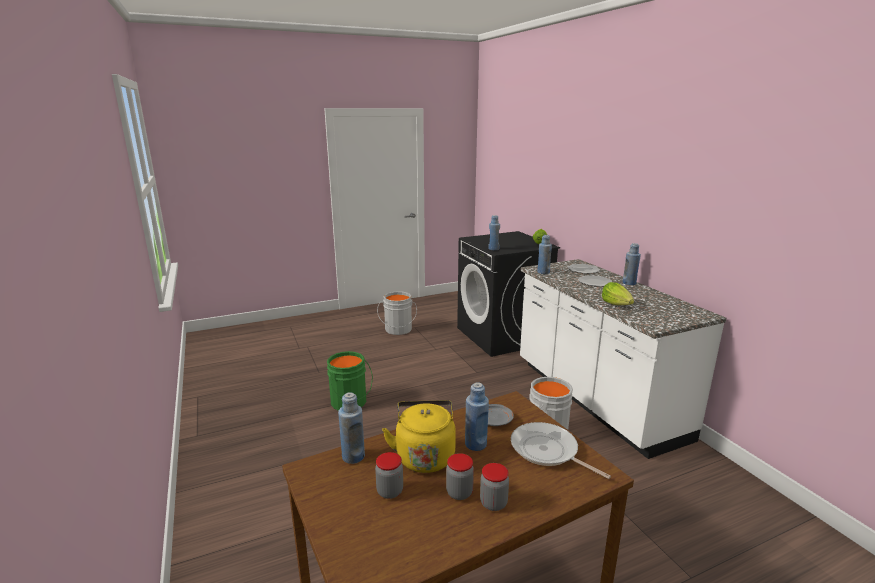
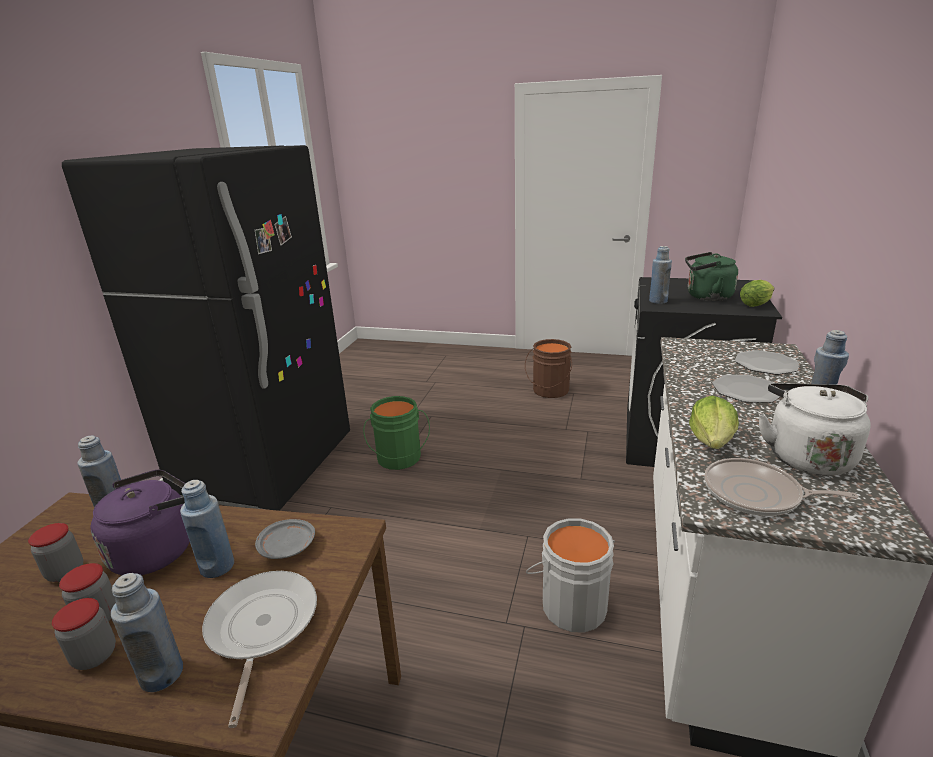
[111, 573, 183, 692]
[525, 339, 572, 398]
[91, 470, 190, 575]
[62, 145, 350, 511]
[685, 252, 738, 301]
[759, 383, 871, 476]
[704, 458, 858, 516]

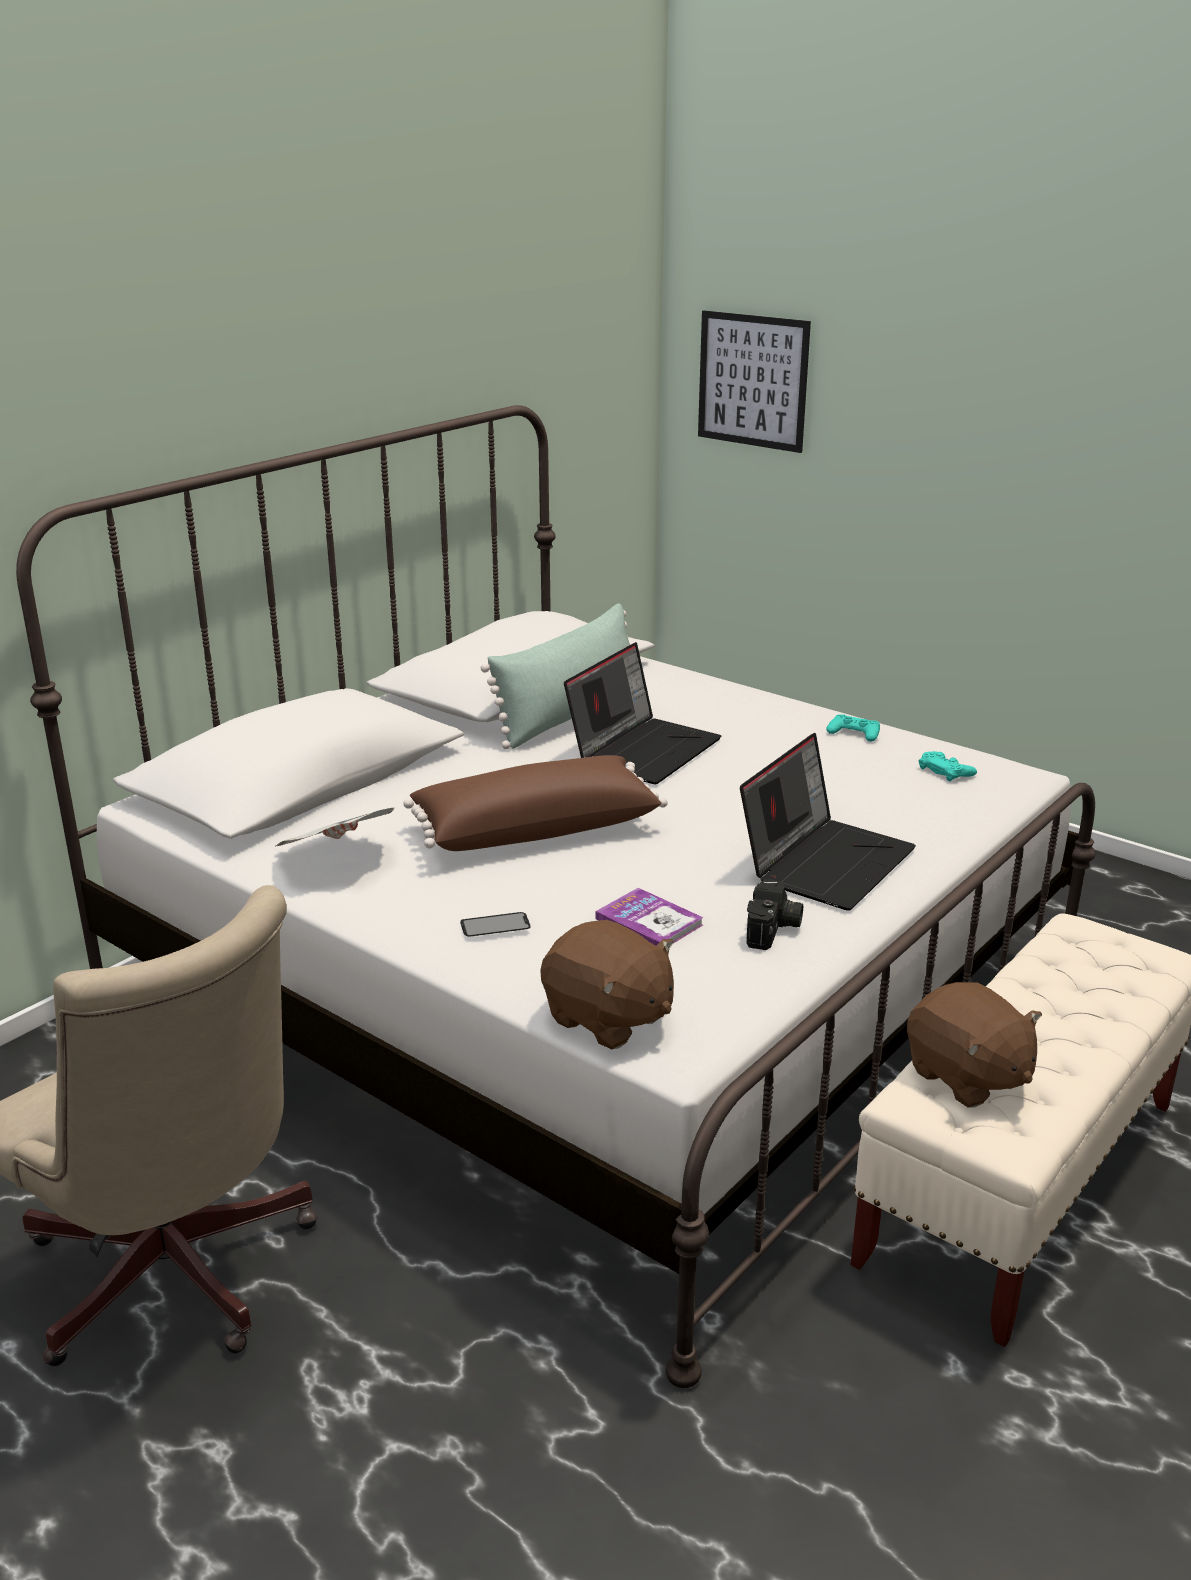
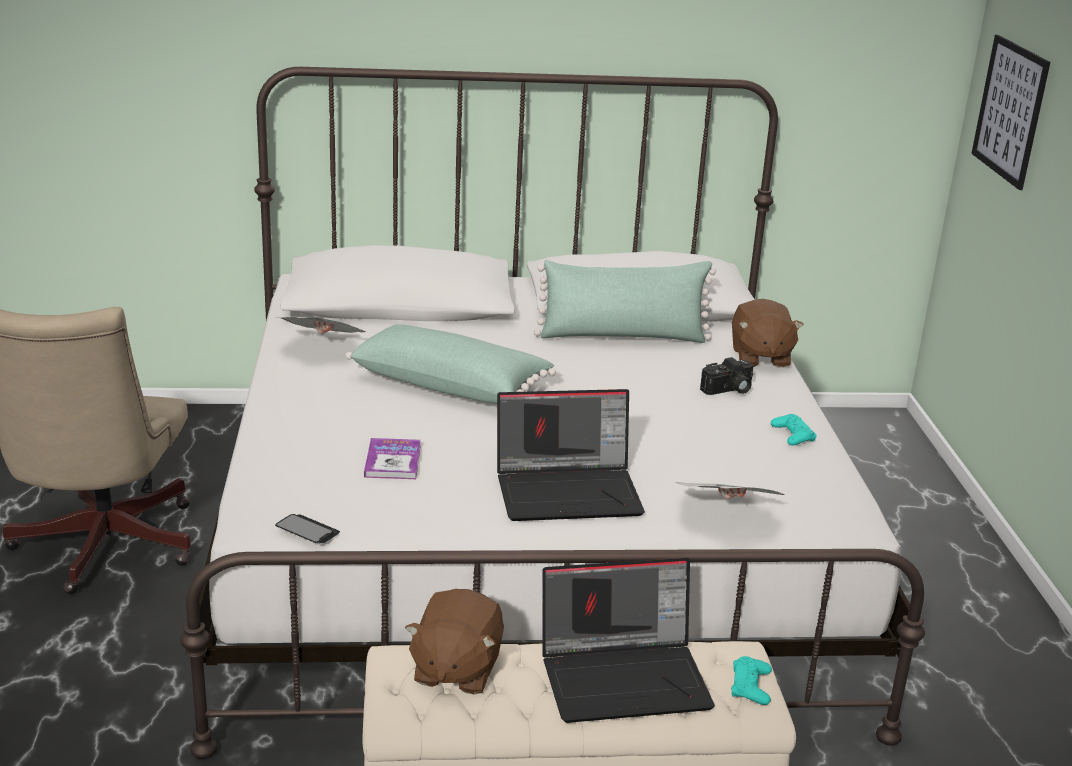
[542, 558, 715, 723]
[731, 656, 772, 705]
[345, 324, 556, 404]
[700, 357, 753, 395]
[275, 514, 340, 543]
[732, 299, 804, 367]
[675, 482, 784, 499]

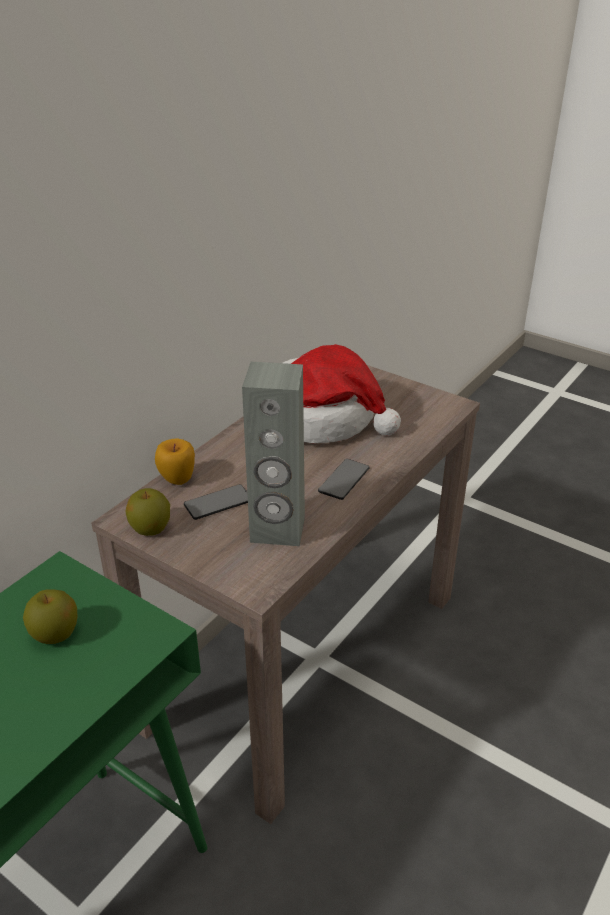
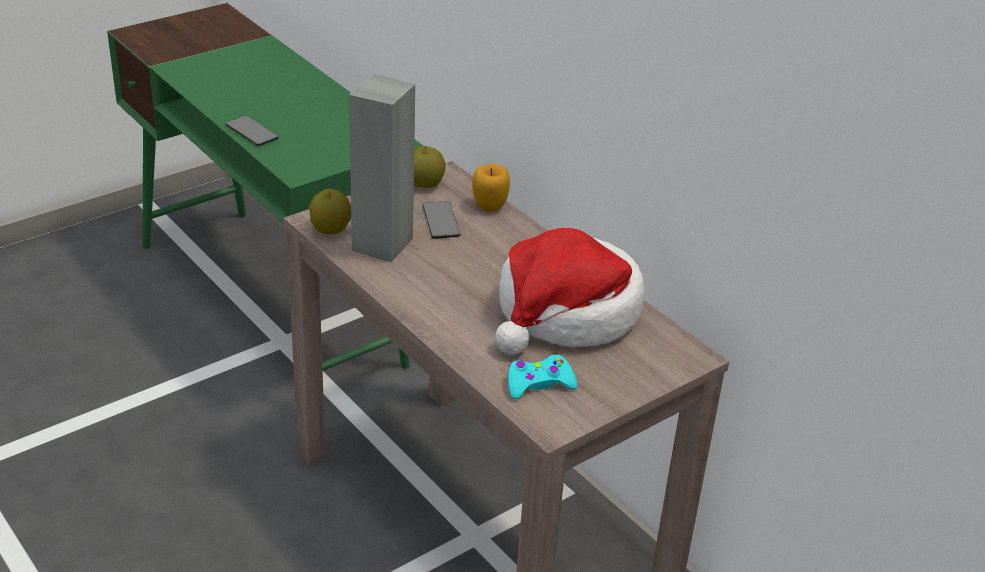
[225, 116, 279, 146]
[309, 189, 351, 235]
[508, 355, 577, 399]

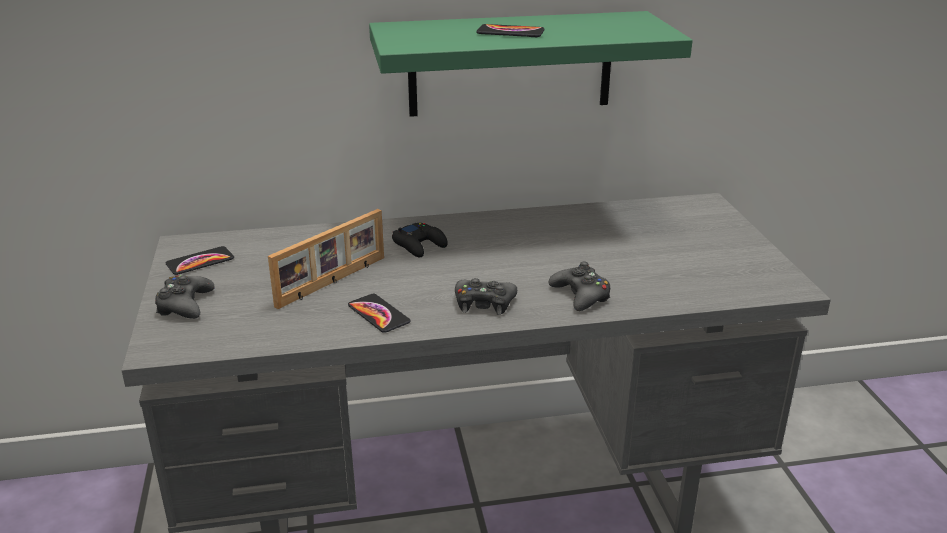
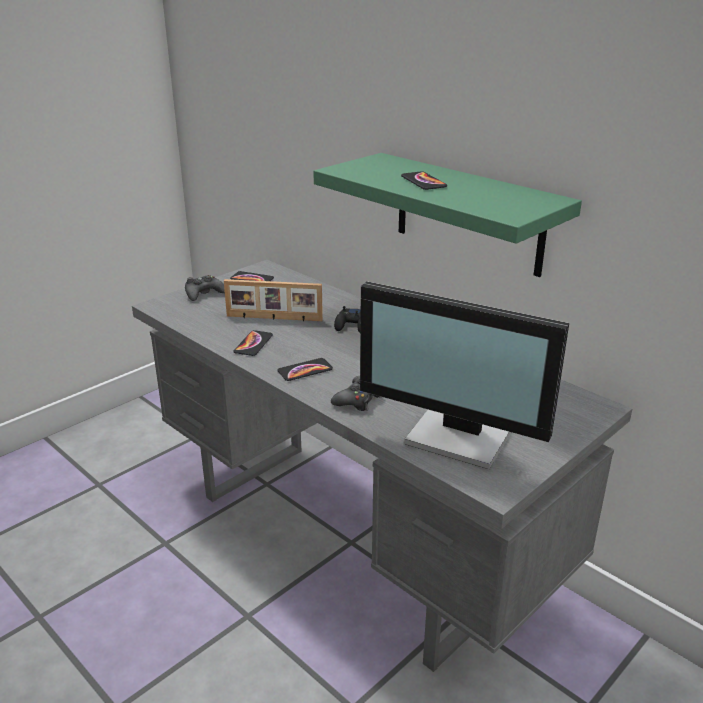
[278, 358, 333, 381]
[360, 281, 569, 469]

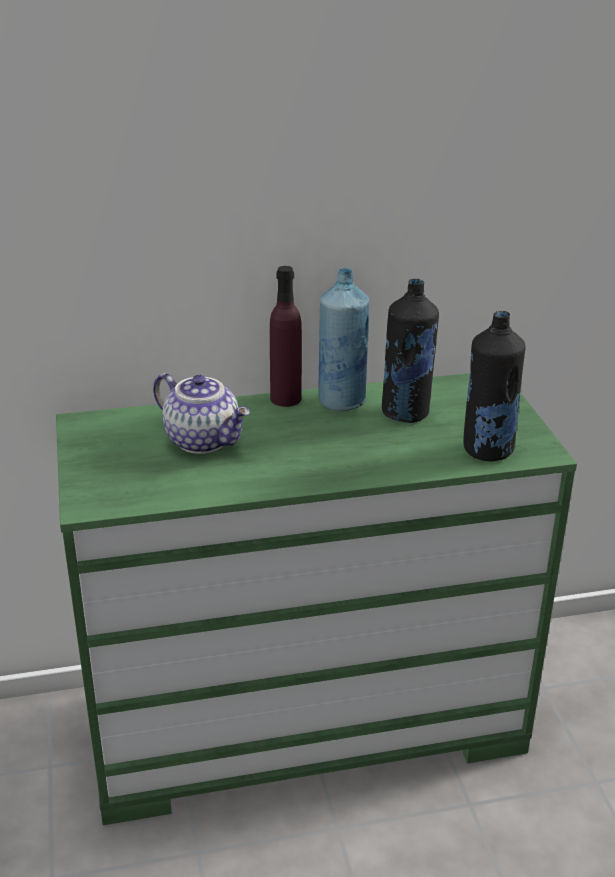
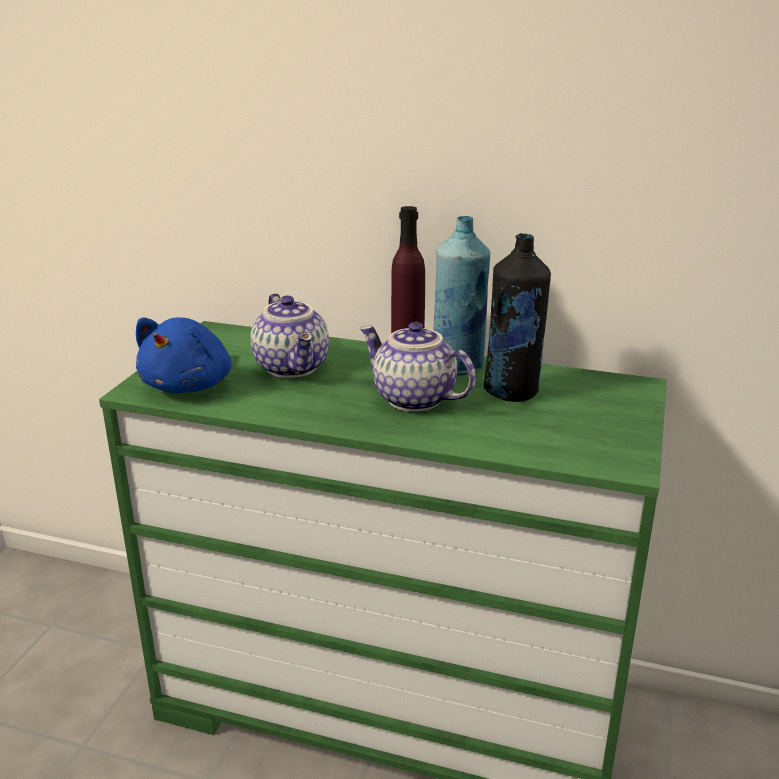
[463, 311, 526, 461] (first image)
[136, 317, 232, 393]
[359, 322, 476, 412]

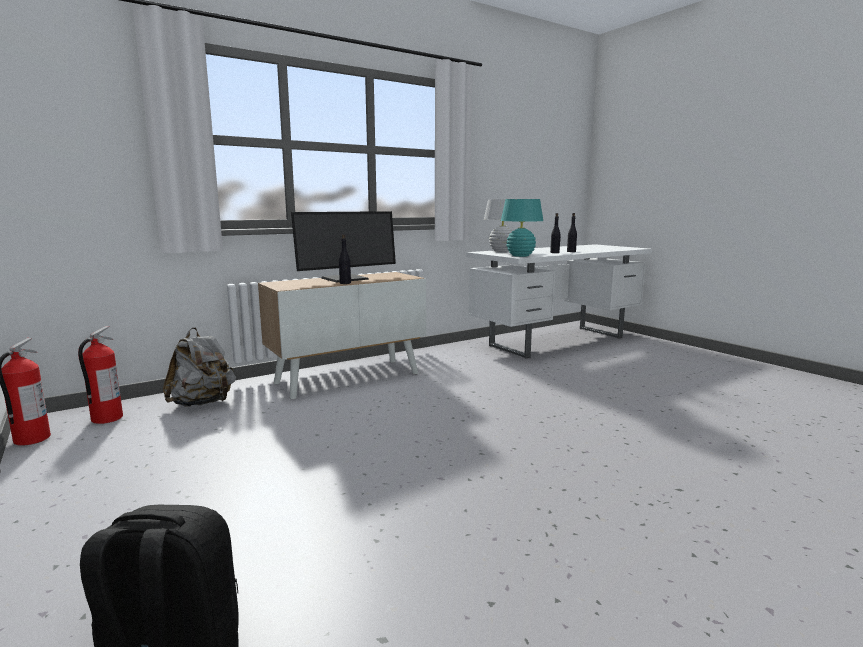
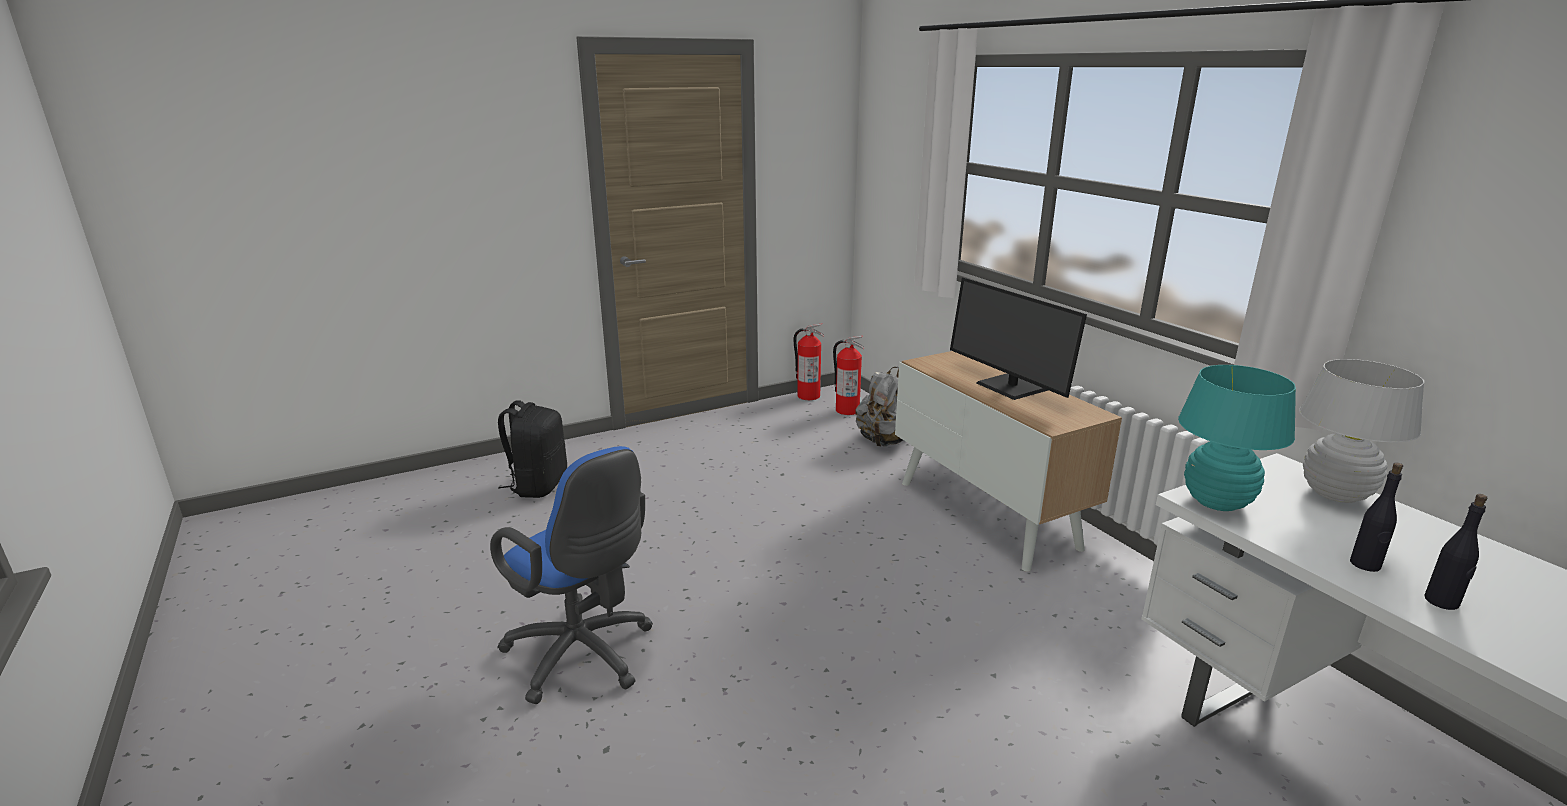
[339, 234, 351, 284] (first image)
[490, 446, 653, 704]

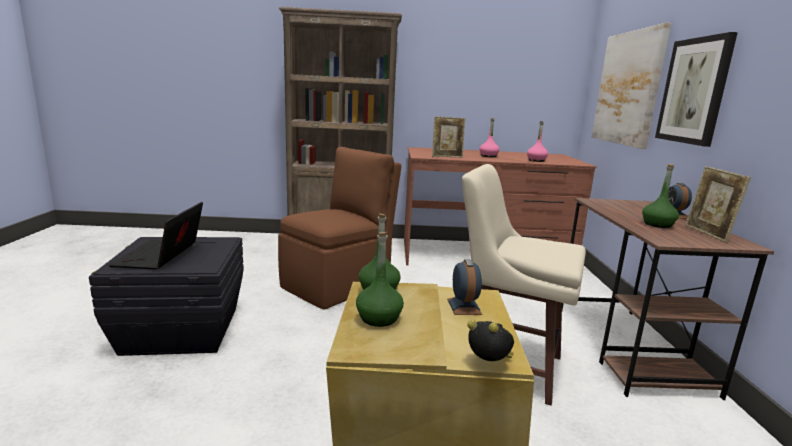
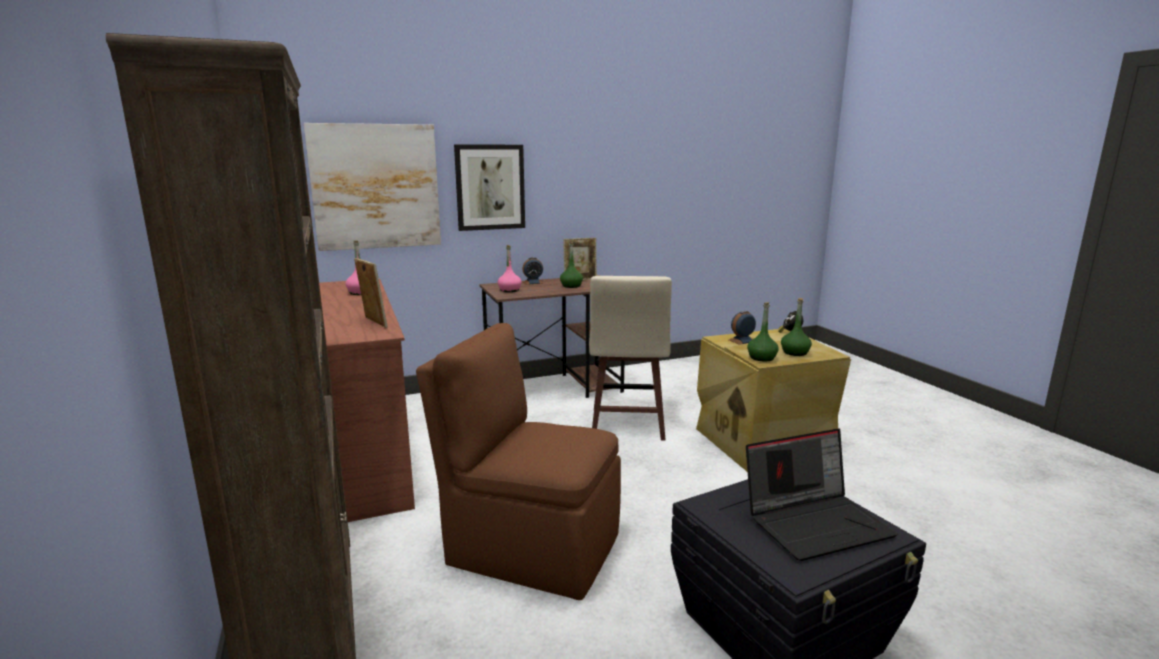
[498, 245, 522, 292]

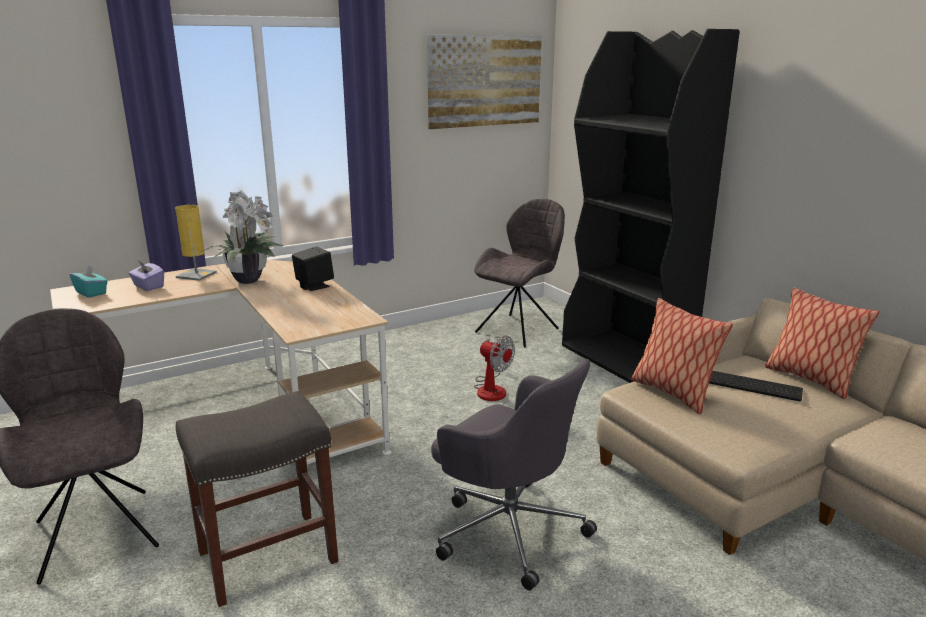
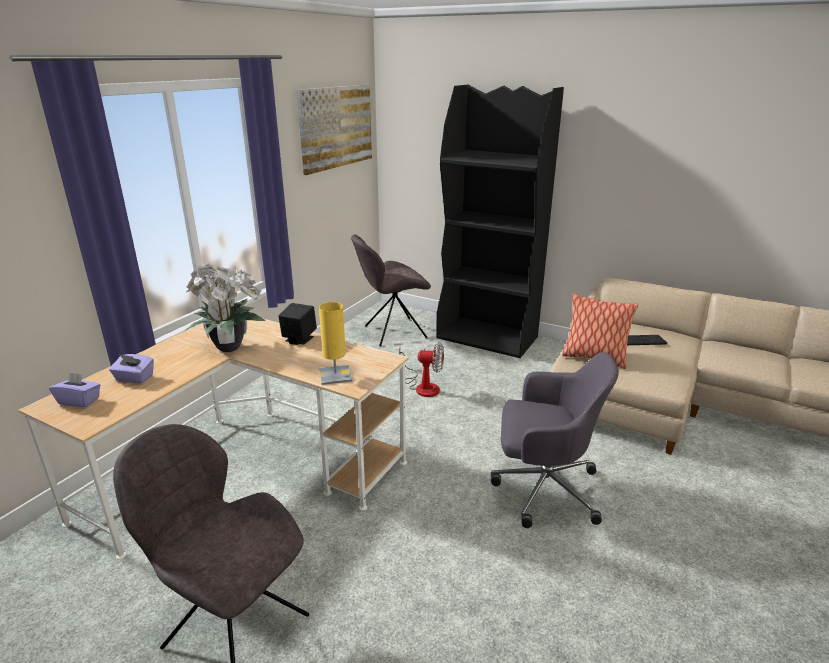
[351, 234, 431, 346]
[319, 302, 353, 385]
[49, 372, 100, 407]
[765, 287, 879, 399] (first image)
[176, 391, 338, 607] (first image)

